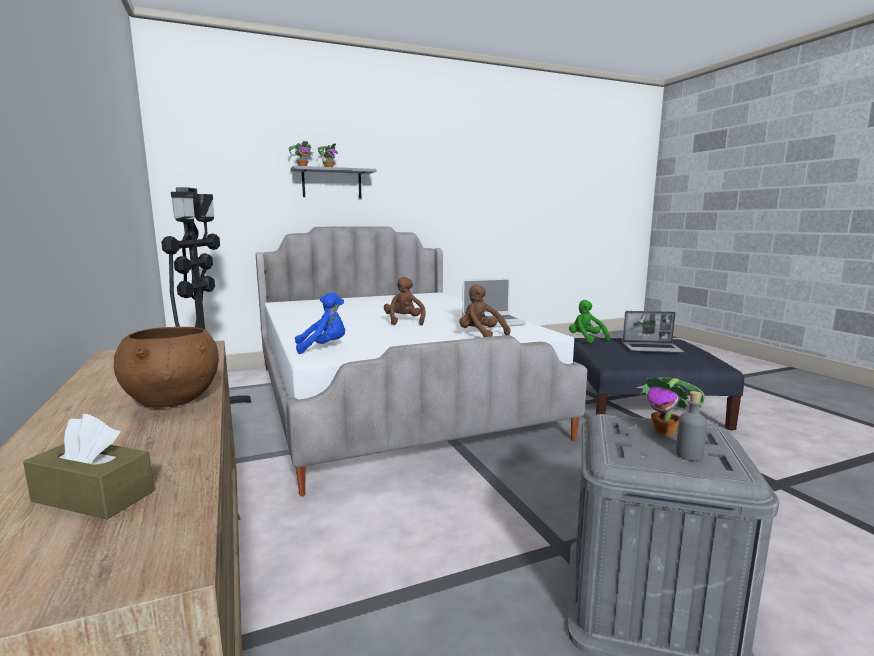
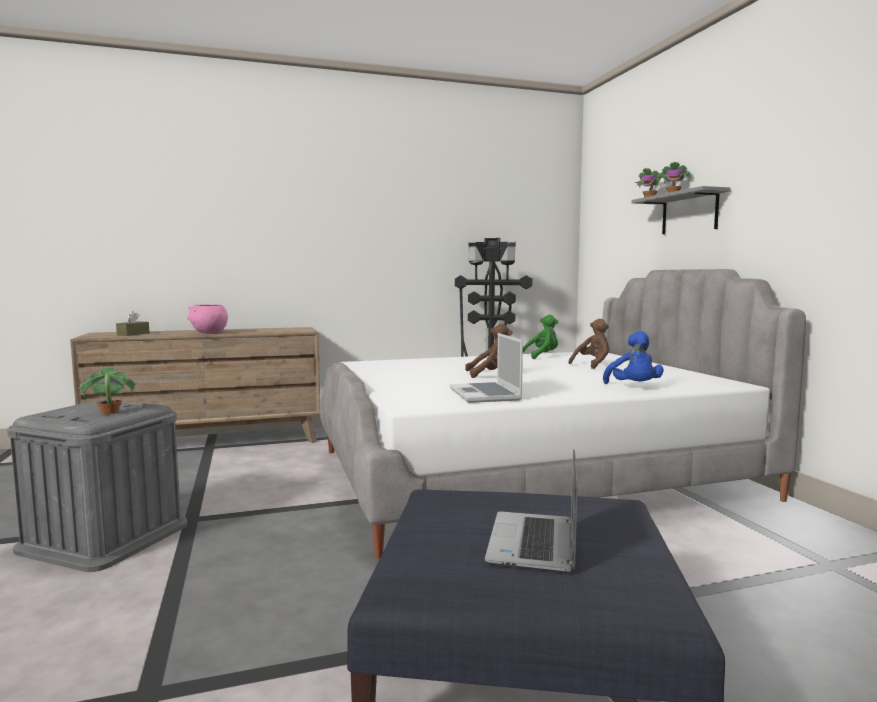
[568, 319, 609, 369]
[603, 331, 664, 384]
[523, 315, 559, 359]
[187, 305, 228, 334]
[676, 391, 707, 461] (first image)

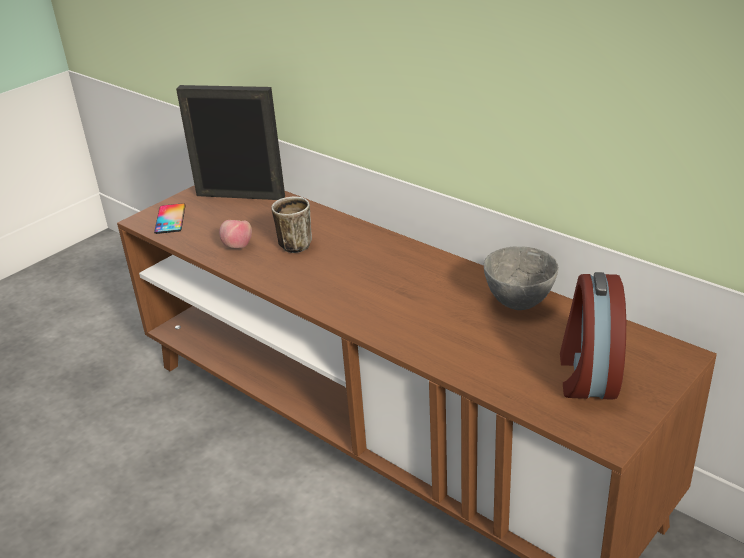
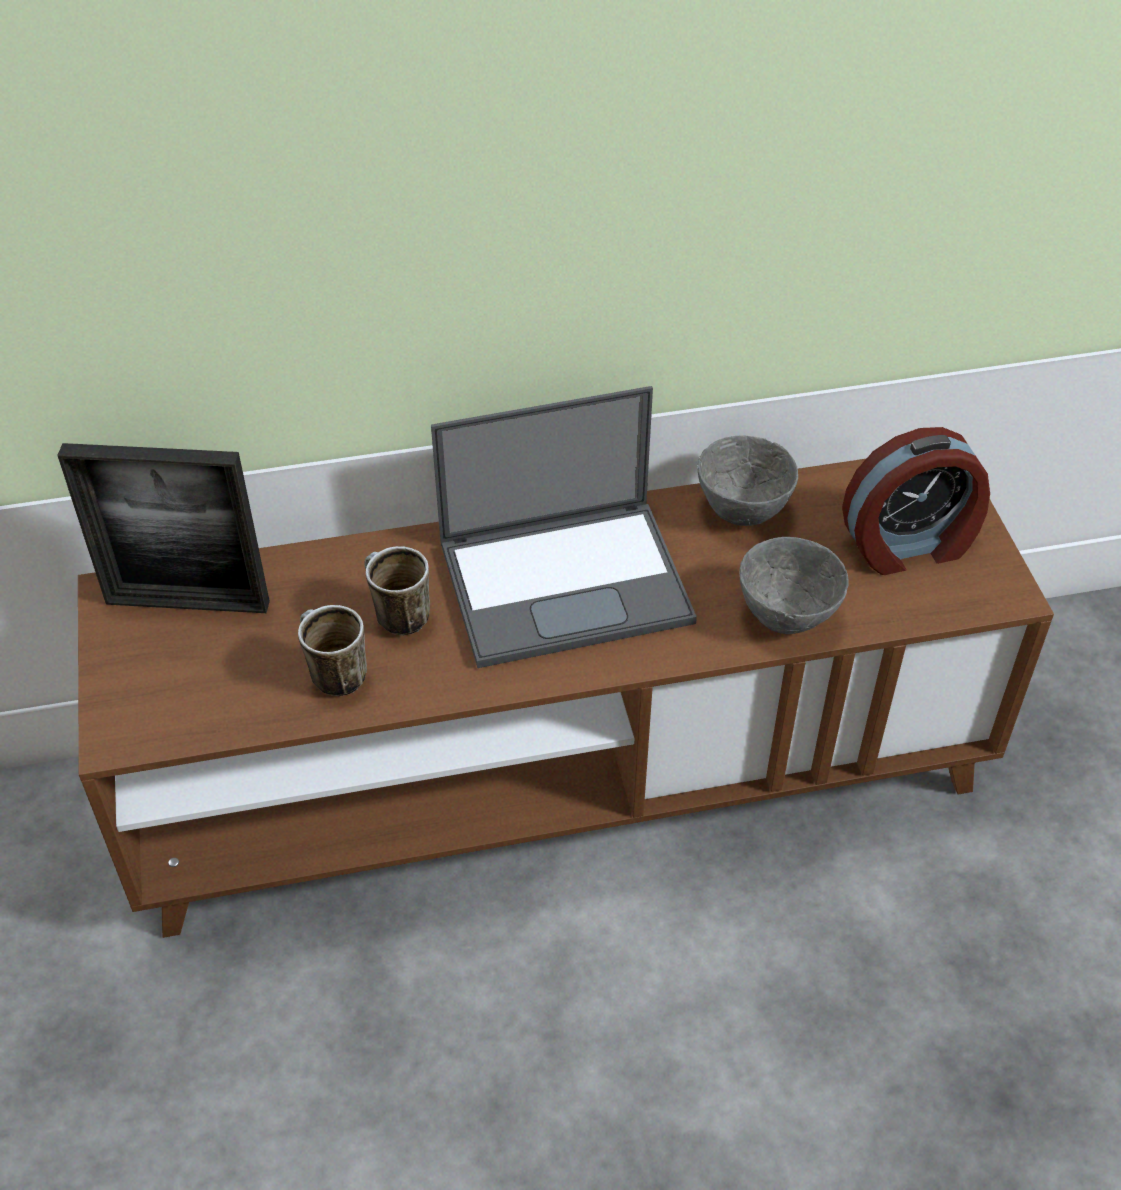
[57, 443, 270, 613]
[154, 203, 185, 234] (first image)
[298, 605, 367, 696]
[842, 427, 990, 575]
[431, 386, 697, 668]
[739, 537, 849, 634]

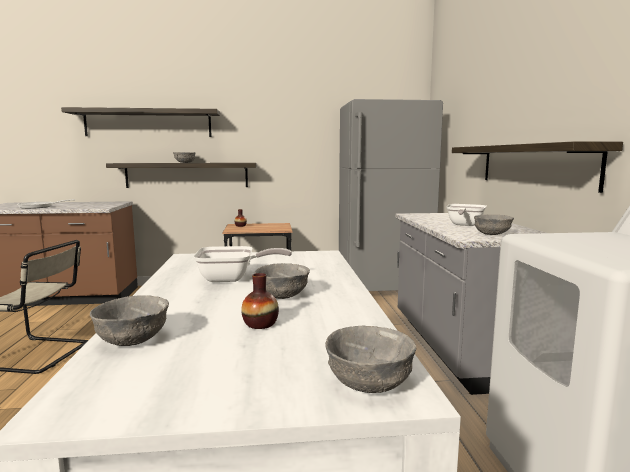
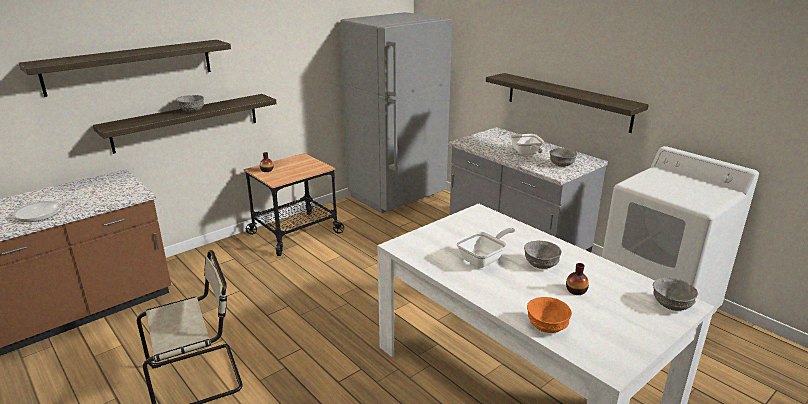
[527, 297, 572, 333]

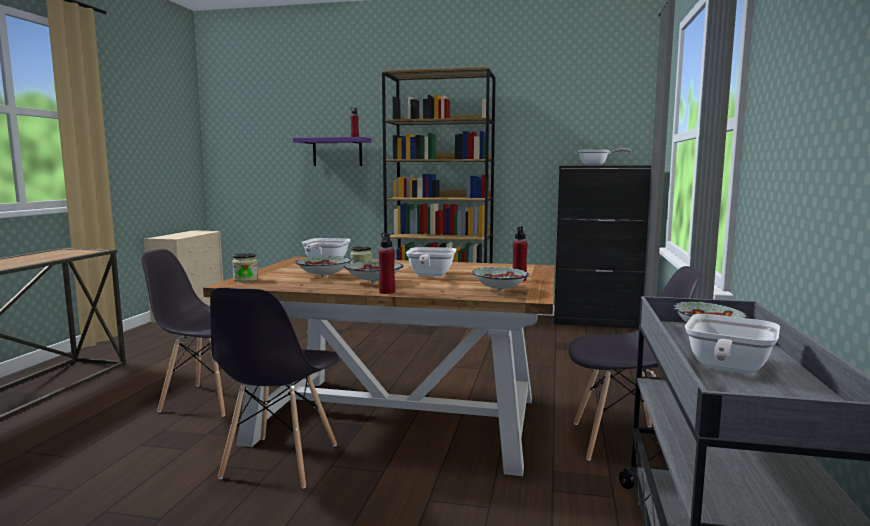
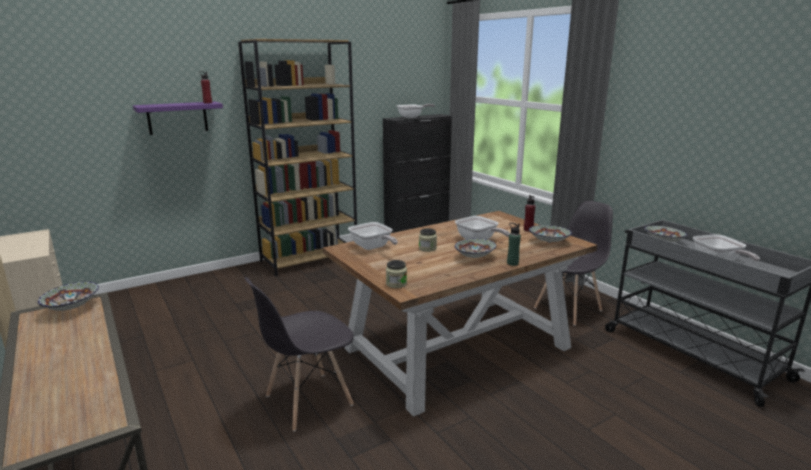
[507, 223, 521, 266]
[38, 281, 99, 311]
[210, 288, 339, 489] (first image)

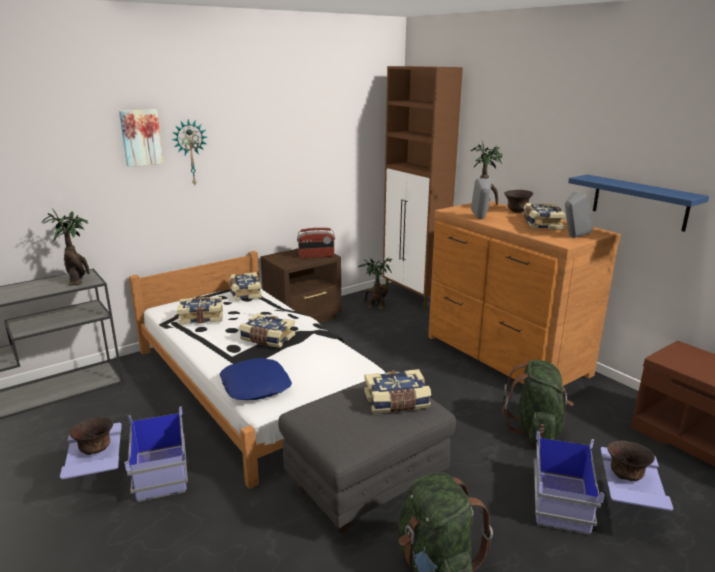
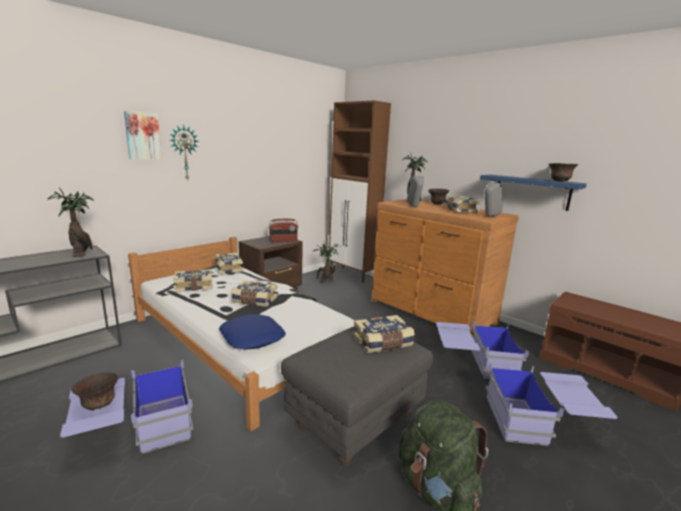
[436, 321, 529, 379]
[548, 163, 578, 182]

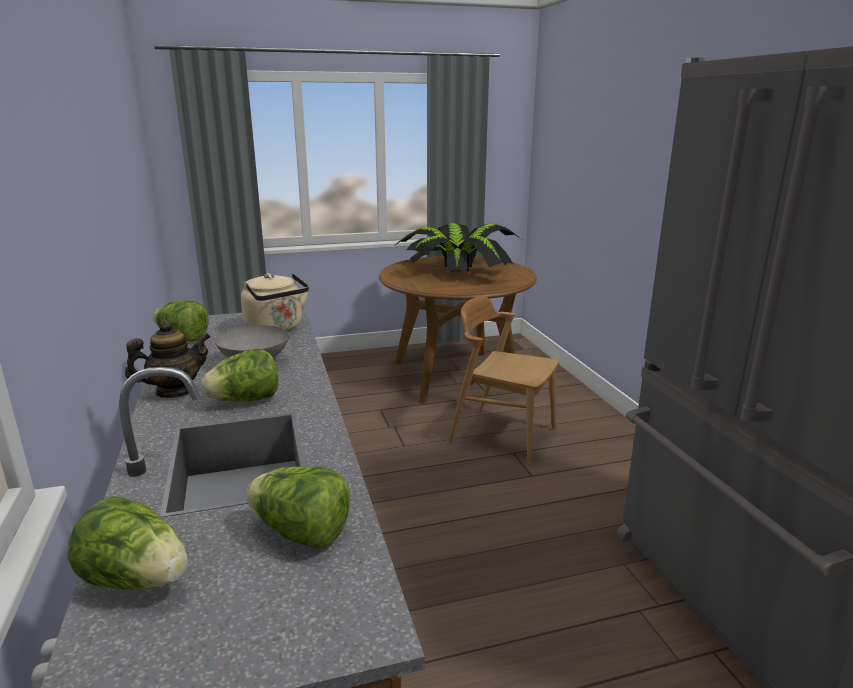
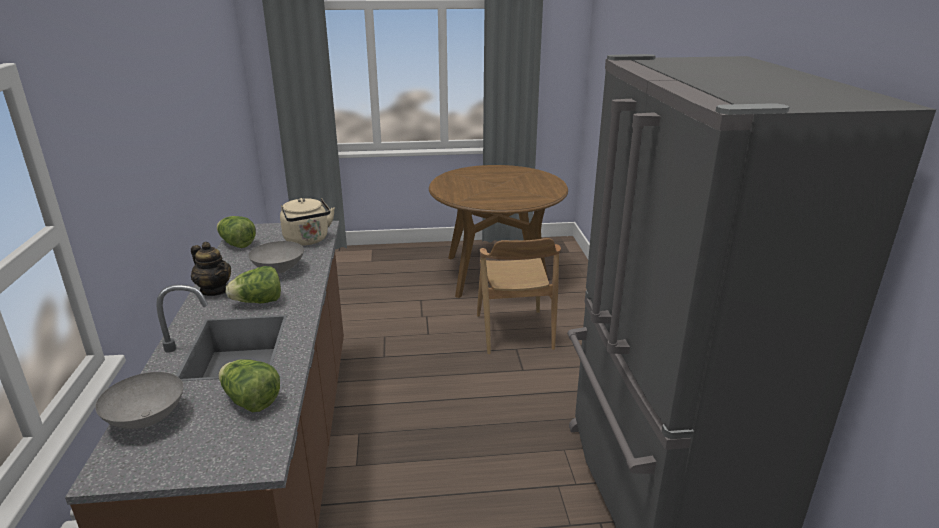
[393, 223, 521, 273] (first image)
[477, 238, 561, 354]
[191, 242, 231, 296]
[95, 372, 183, 429]

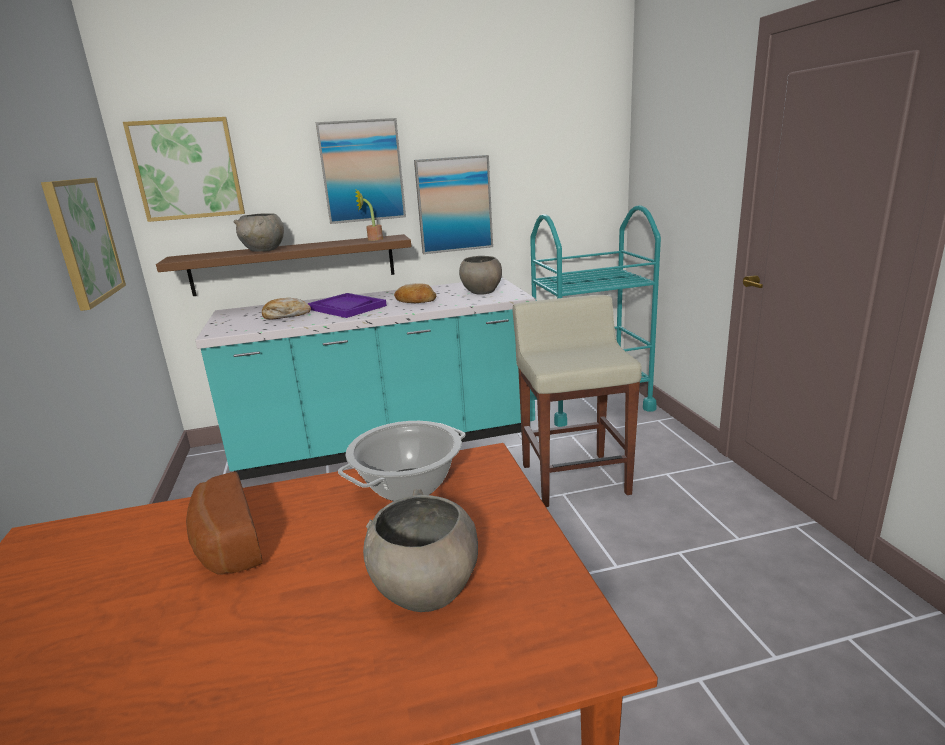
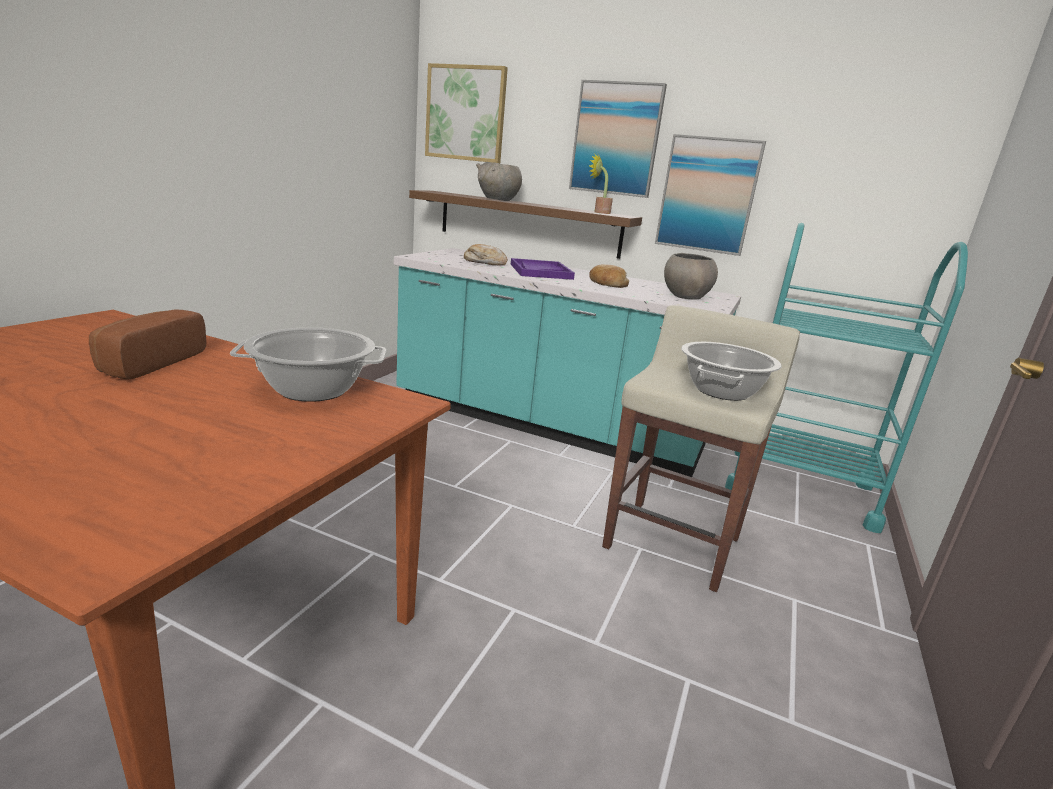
[41, 178, 126, 311] (first image)
[363, 489, 478, 612] (first image)
[681, 342, 781, 401]

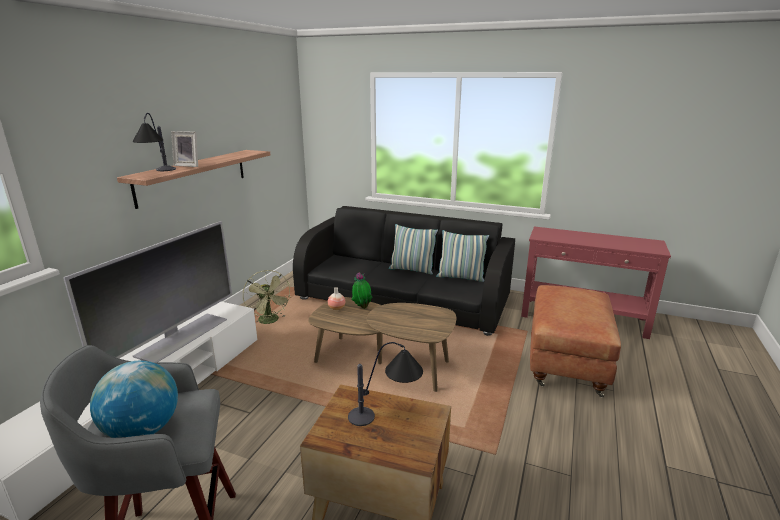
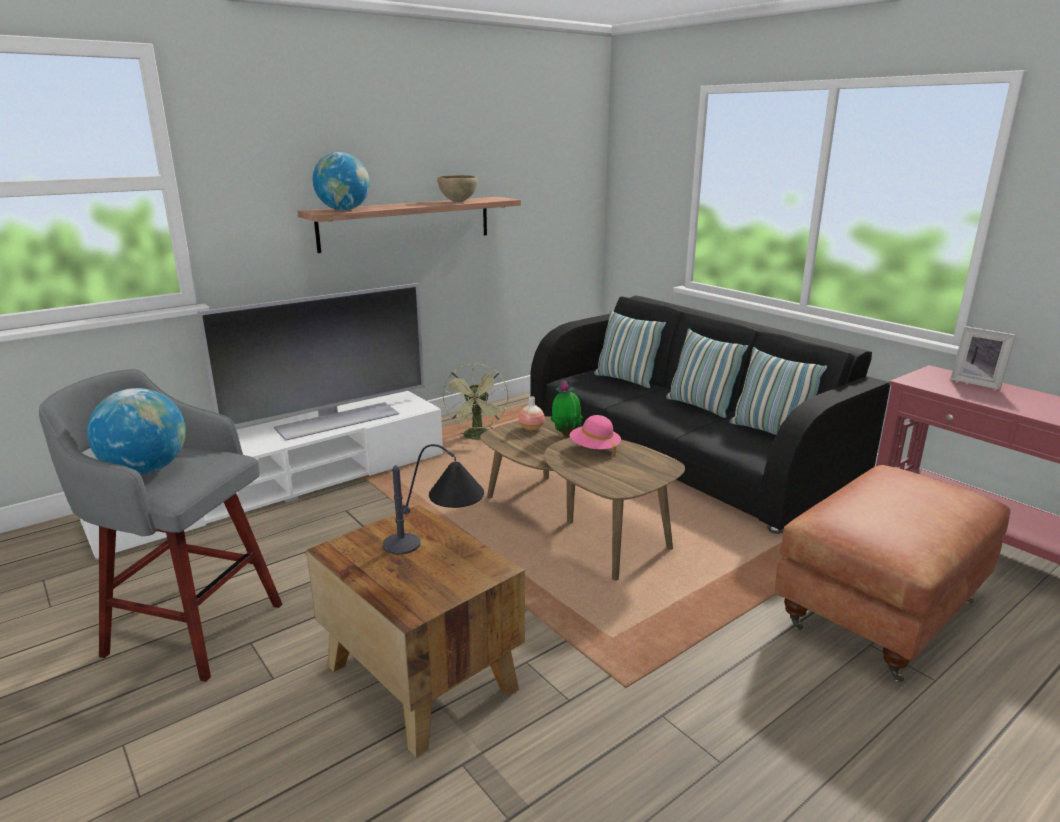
[313, 152, 370, 210]
[950, 326, 1016, 390]
[437, 175, 477, 202]
[594, 310, 666, 388]
[569, 415, 621, 457]

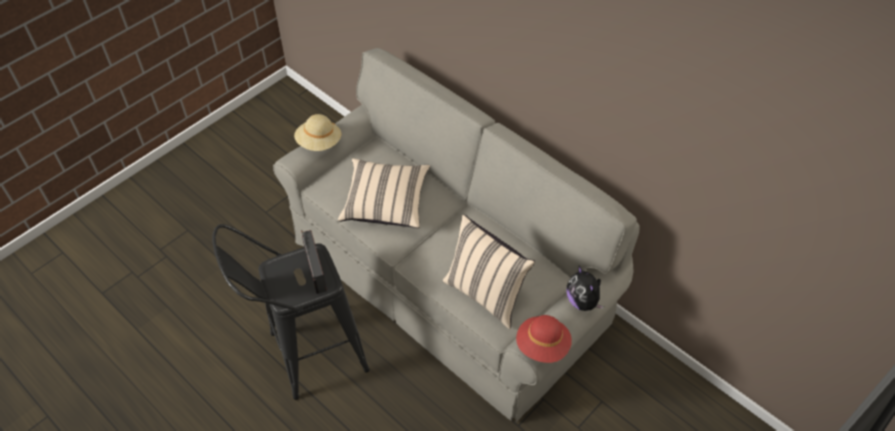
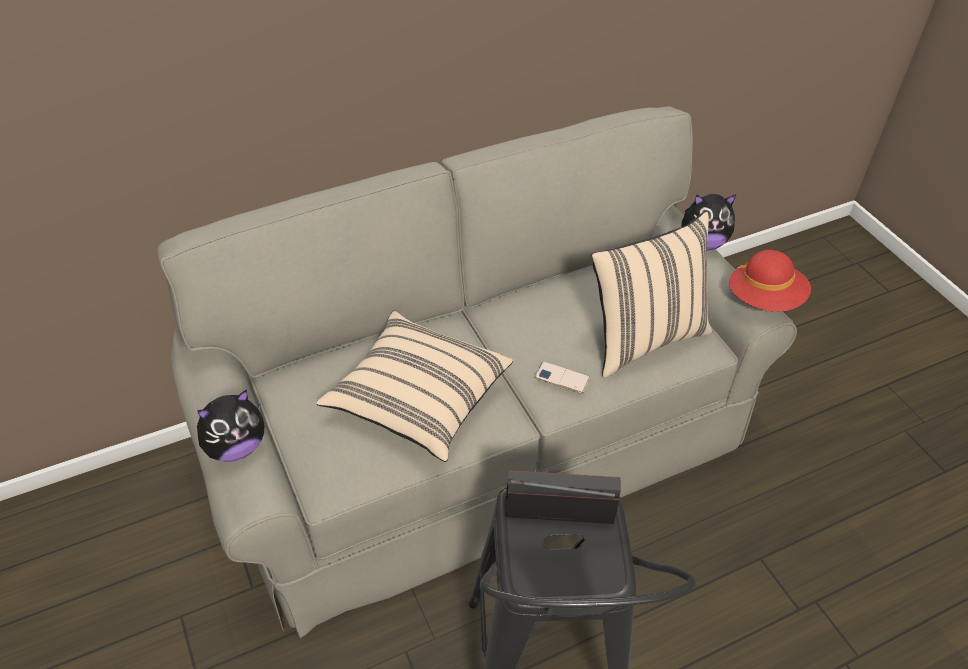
[197, 389, 265, 462]
[535, 361, 590, 394]

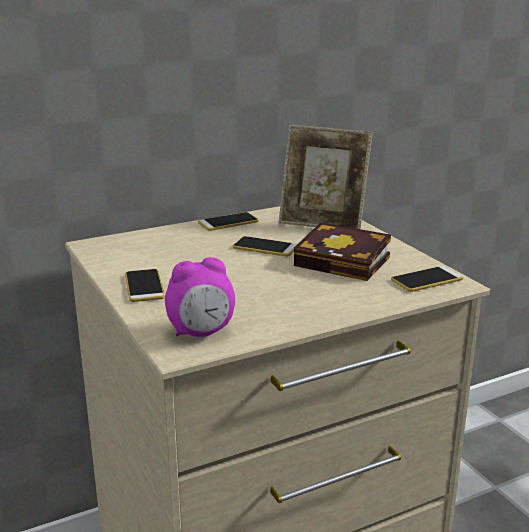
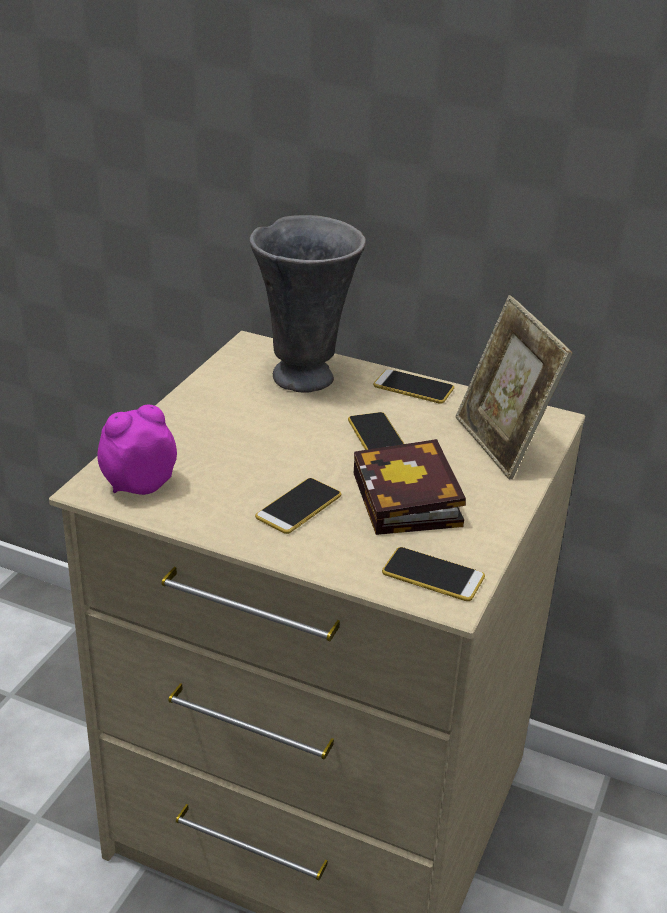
[98, 404, 177, 495]
[255, 478, 341, 534]
[249, 215, 366, 392]

